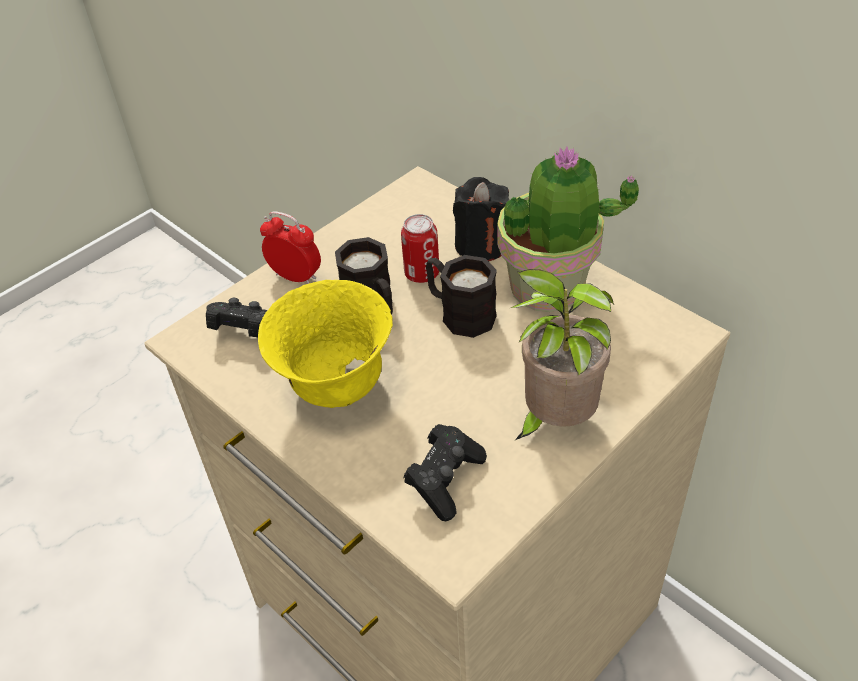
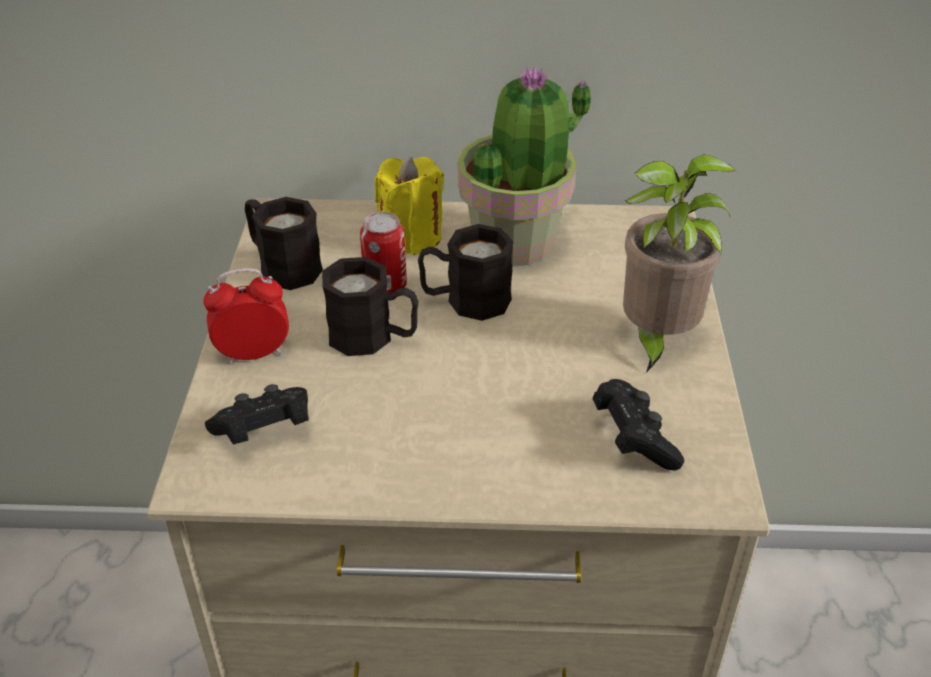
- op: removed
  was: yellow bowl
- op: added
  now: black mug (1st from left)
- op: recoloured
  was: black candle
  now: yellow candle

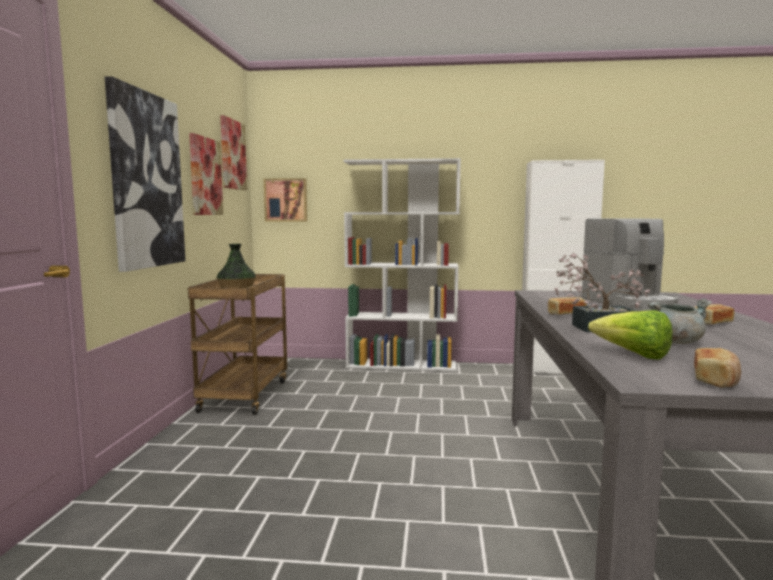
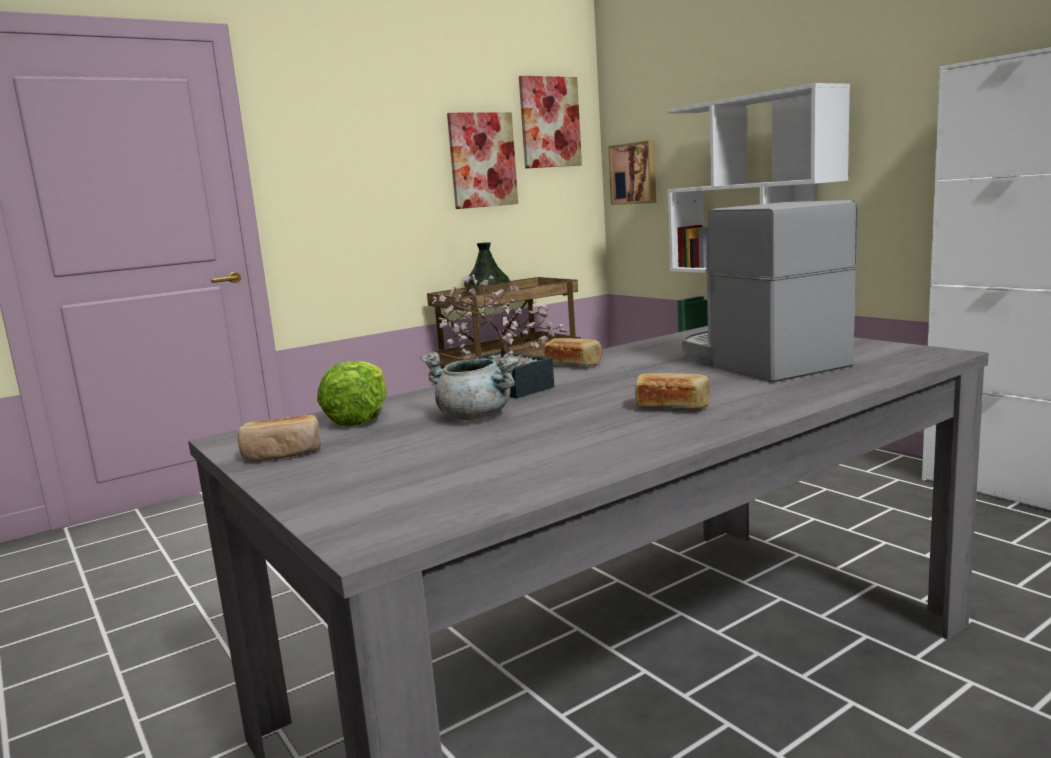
- op: removed
  was: picture (1st from left)
- op: turned
  was: coffee machine
  clockwise: 120

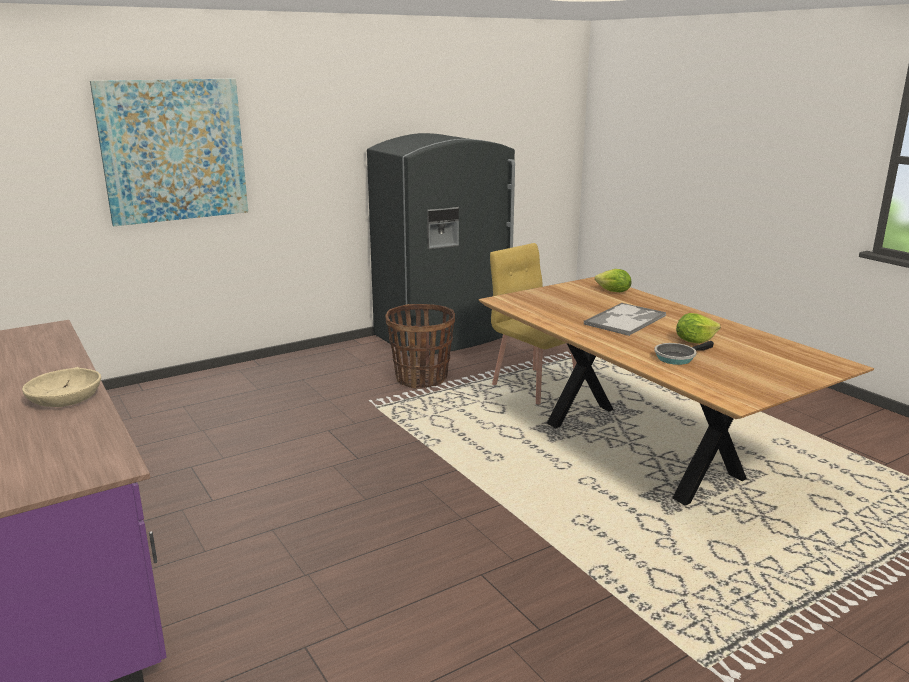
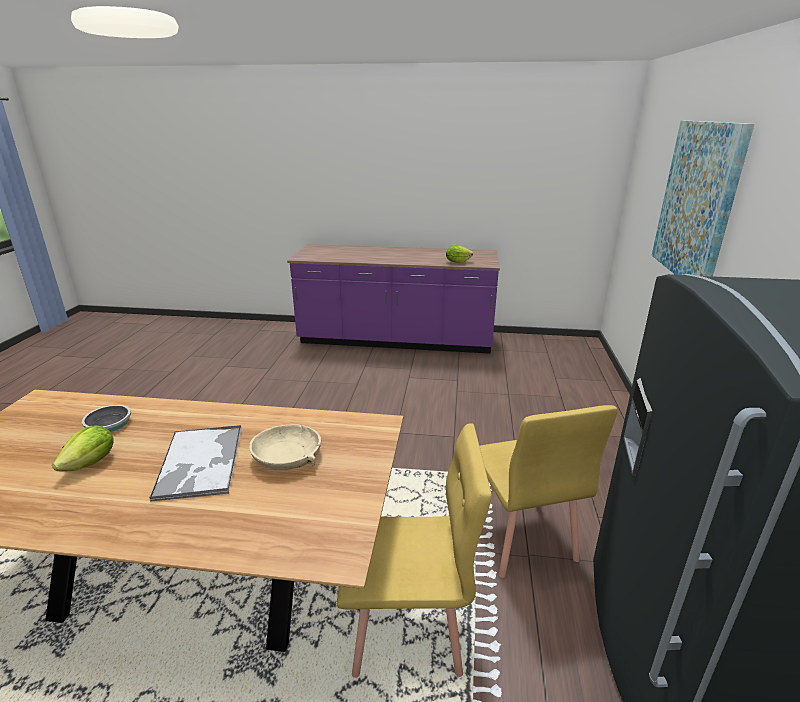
- op: moved
  was: beige bowl
- op: moved
  was: lettuce (1st from left in the first image)
  now: lettuce (2nd from left)
- op: replaced
  was: basket
  now: yellow chair (2nd from left)

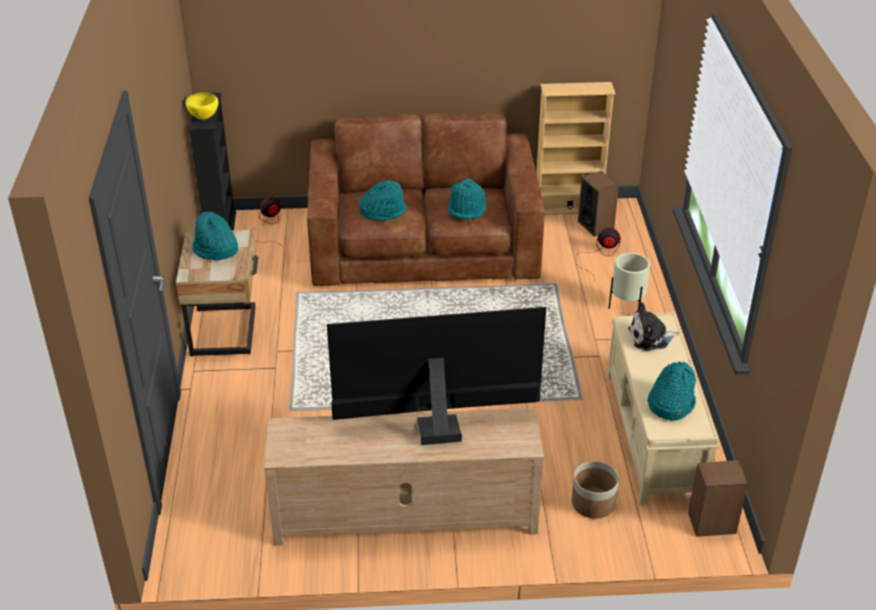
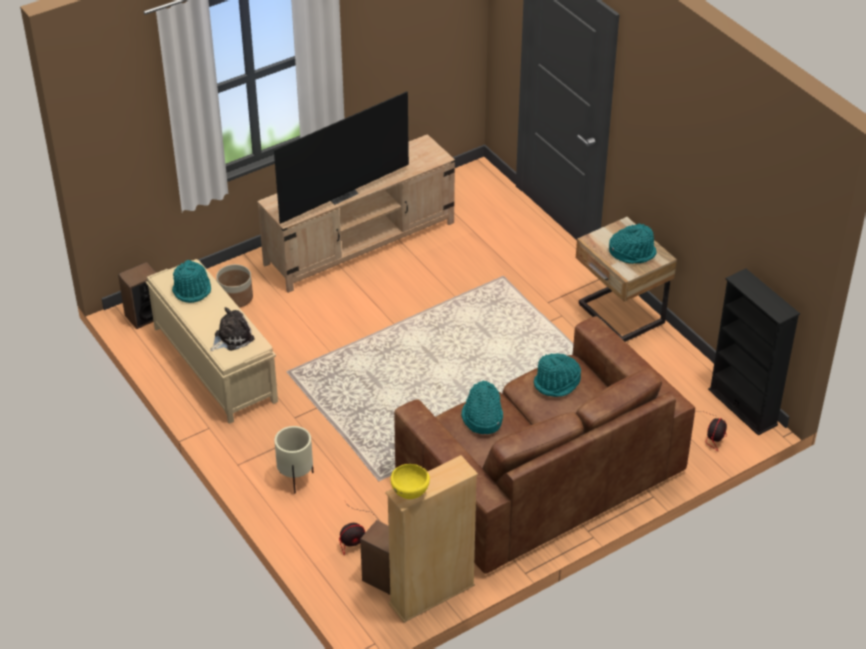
- op: moved
  was: yellow bowl

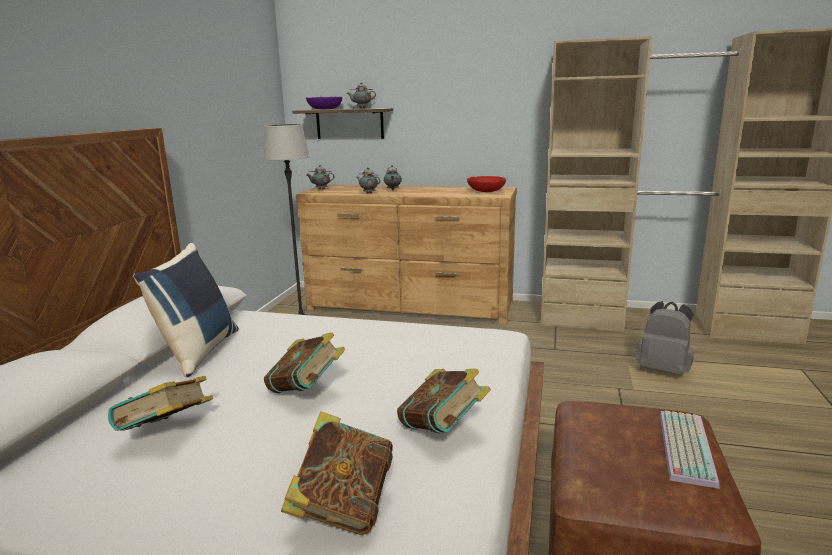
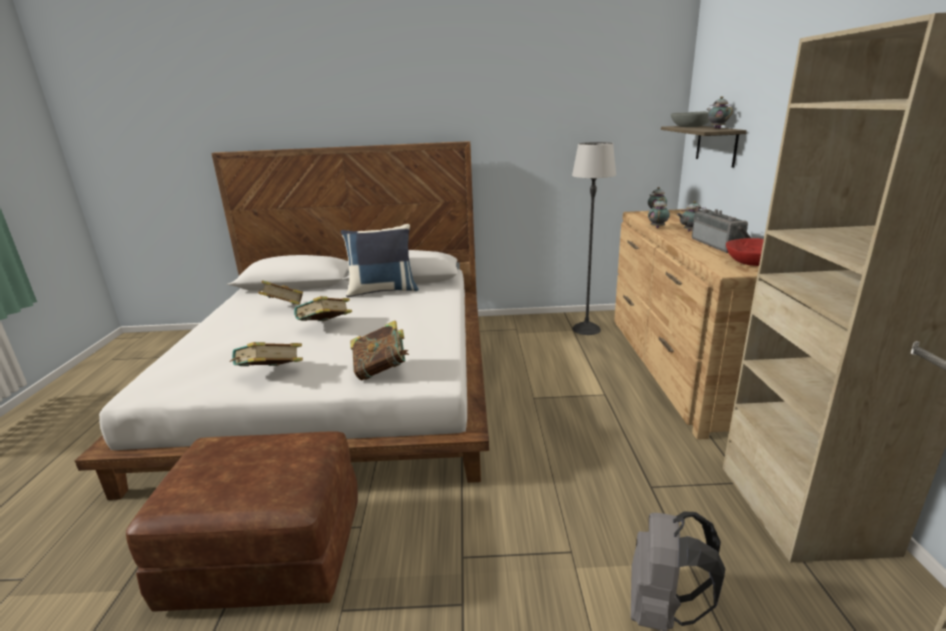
- op: removed
  was: keyboard
- op: added
  now: radio
- op: moved
  was: book (3rd from left in the first image)
  now: book (4th from left)
- op: recoloured
  was: purple bowl
  now: grey bowl

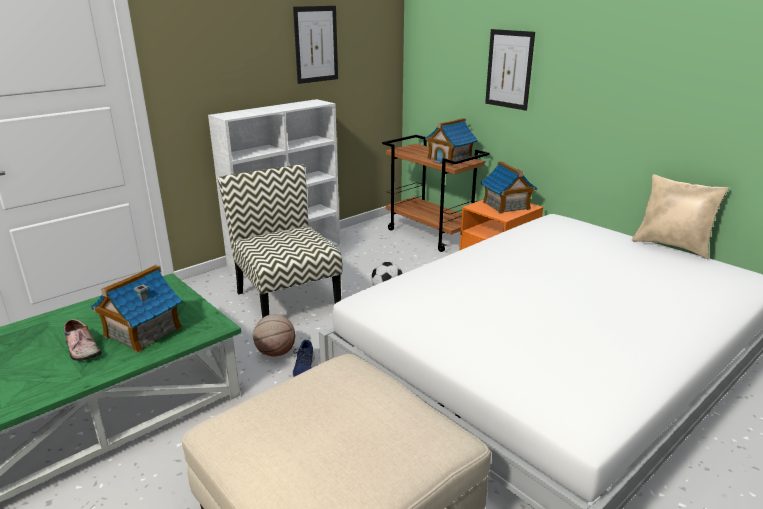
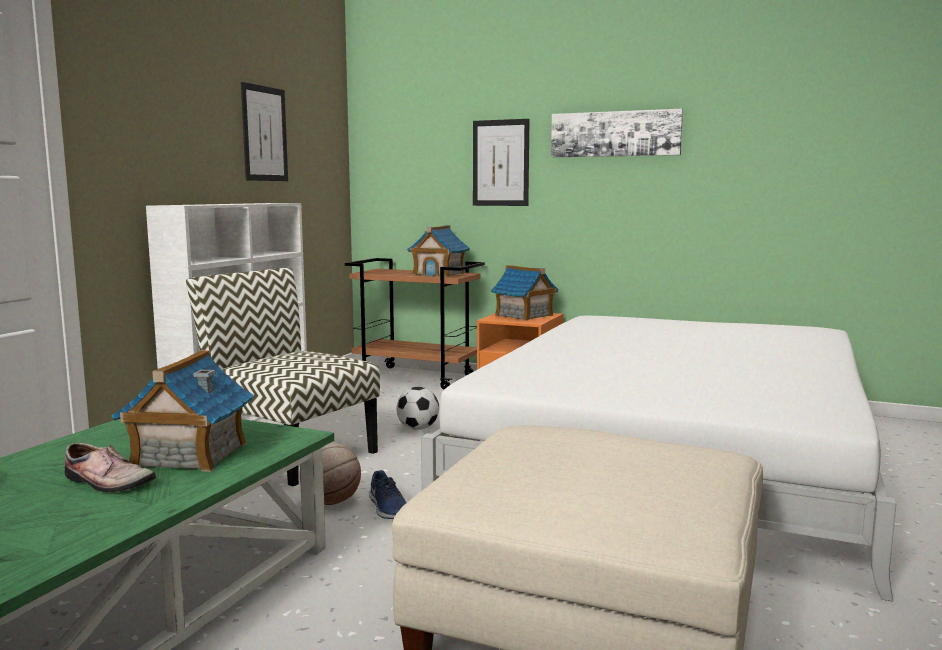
- op: removed
  was: beige pillow
- op: added
  now: picture (3rd from left)

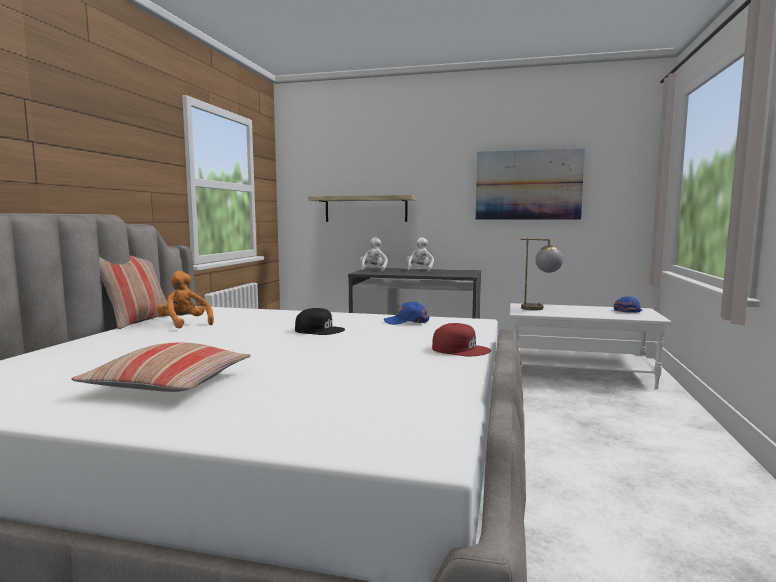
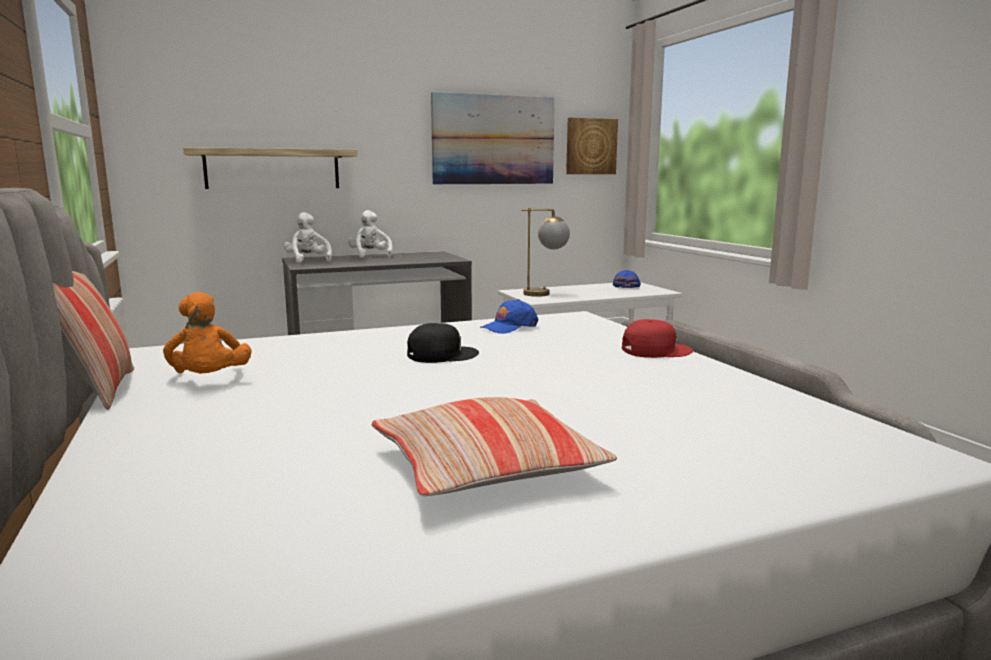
- op: added
  now: picture (2nd from left)
- op: turned
  was: orange plush toy
  clockwise: -120

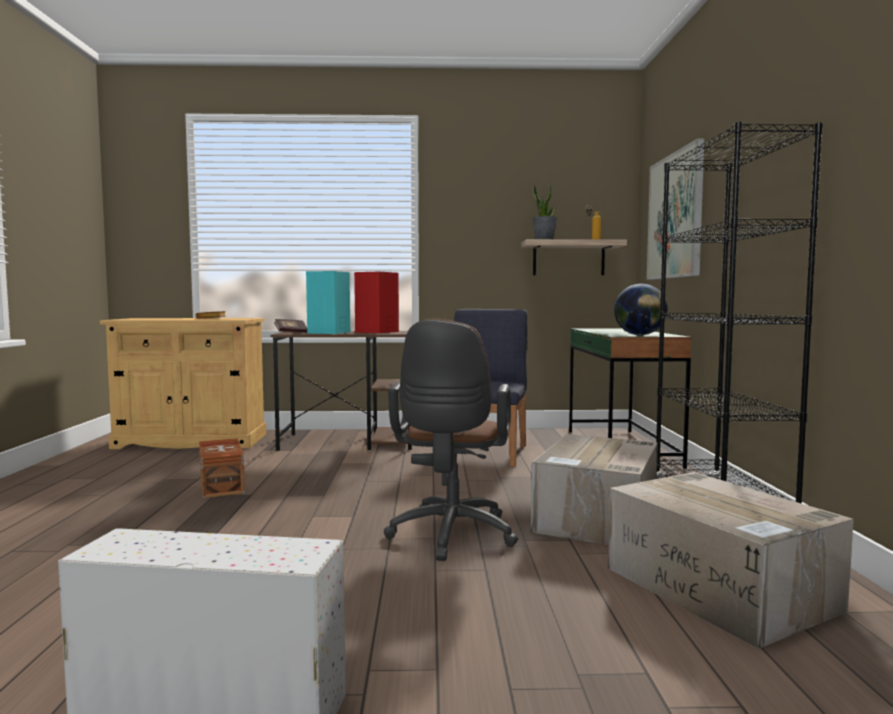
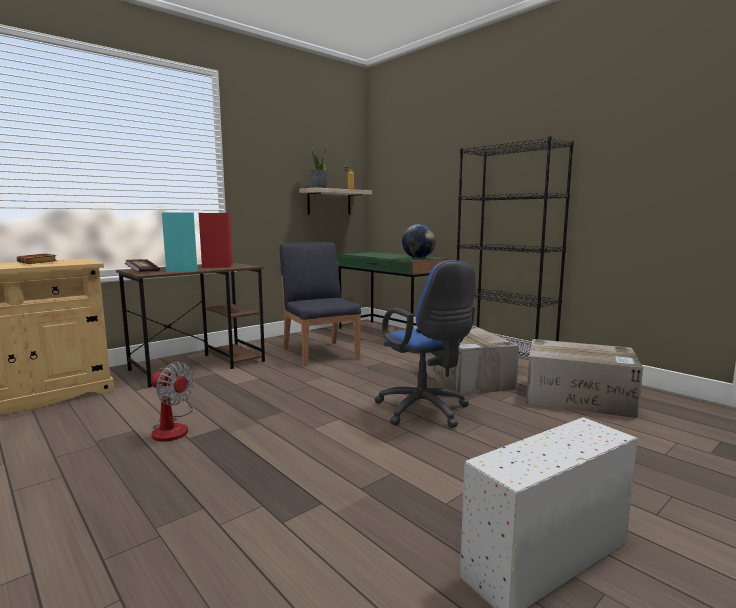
- op: removed
  was: picture
- op: replaced
  was: brown storage box
  now: fan
- op: recoloured
  was: brown office chair
  now: blue office chair

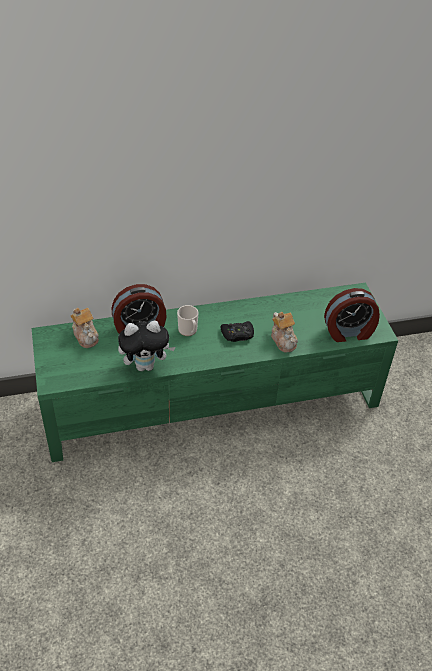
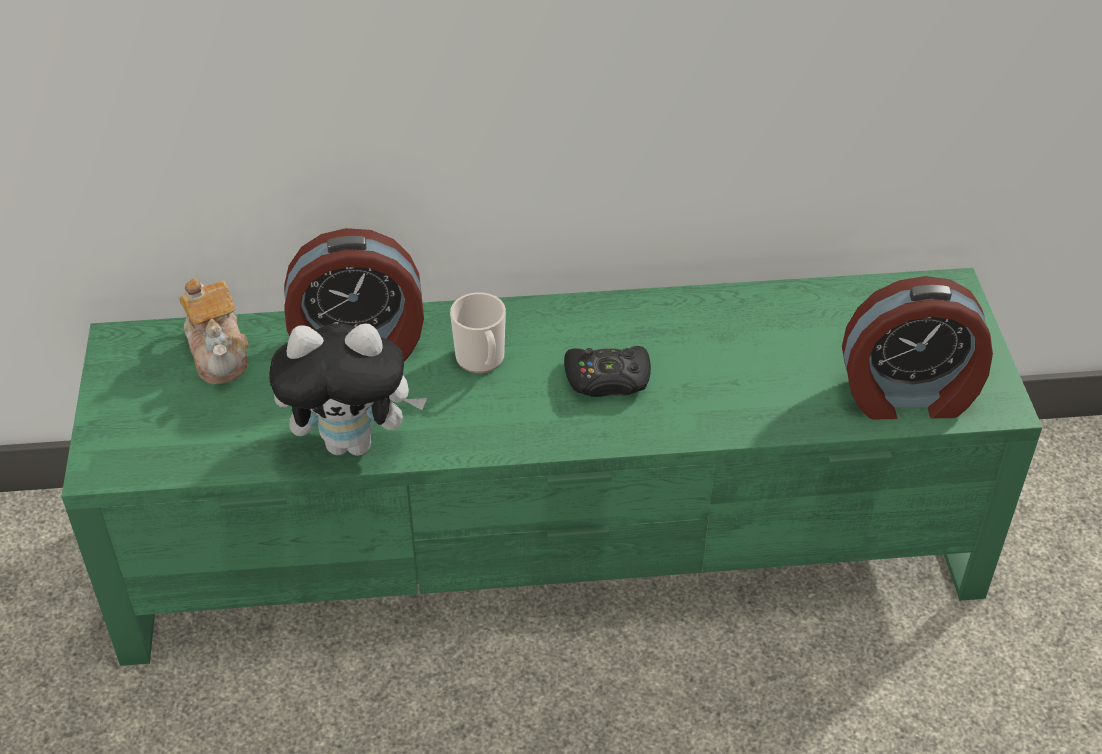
- op: removed
  was: teapot (2nd from left)

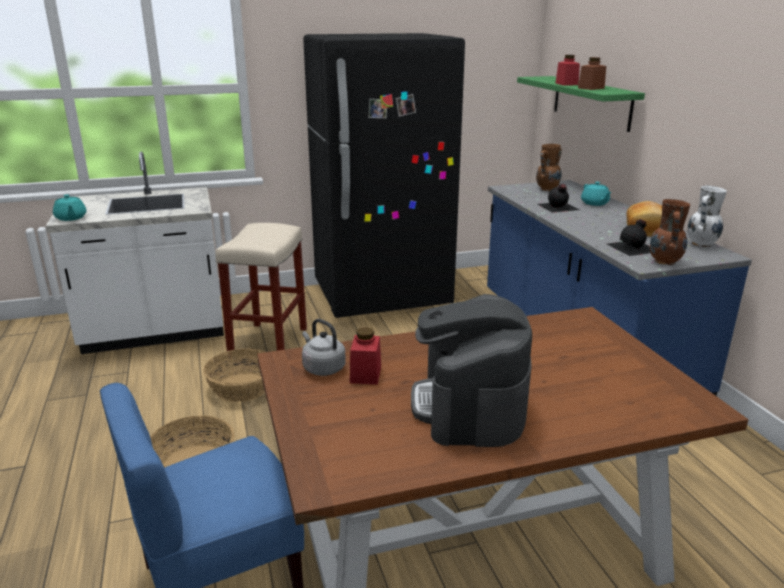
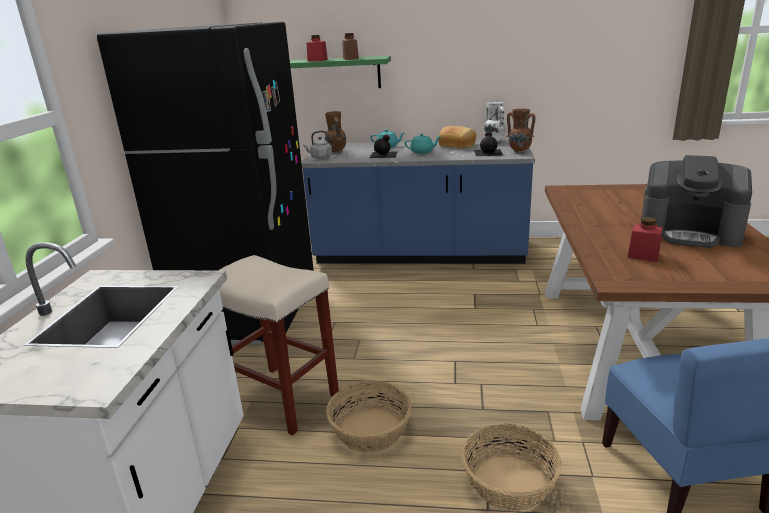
- op: moved
  was: turquoise teapot (1st from left in the first image)
  now: turquoise teapot (2nd from left)
- op: moved
  was: grey kettle

